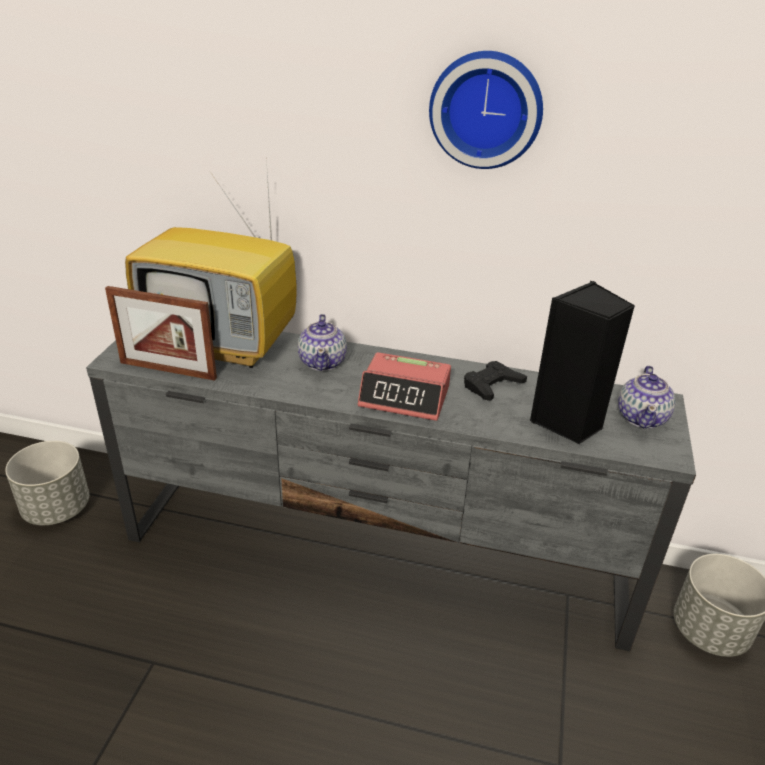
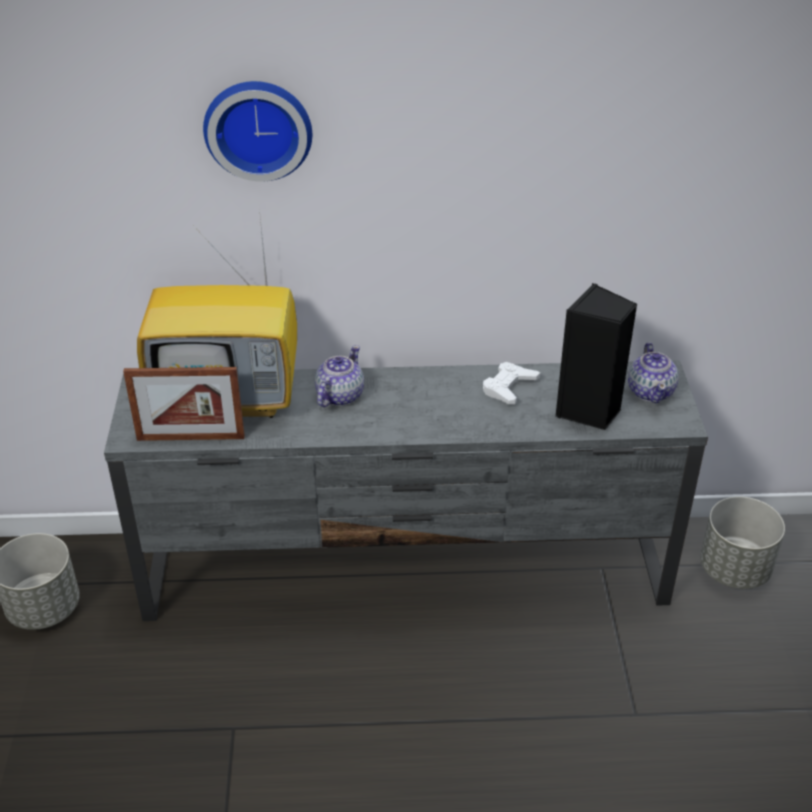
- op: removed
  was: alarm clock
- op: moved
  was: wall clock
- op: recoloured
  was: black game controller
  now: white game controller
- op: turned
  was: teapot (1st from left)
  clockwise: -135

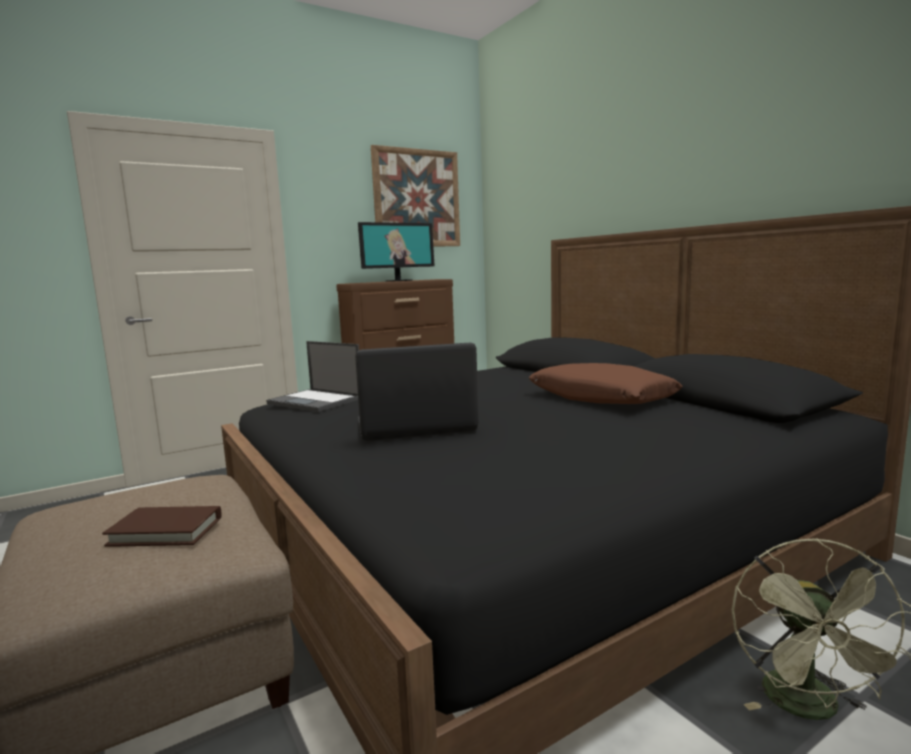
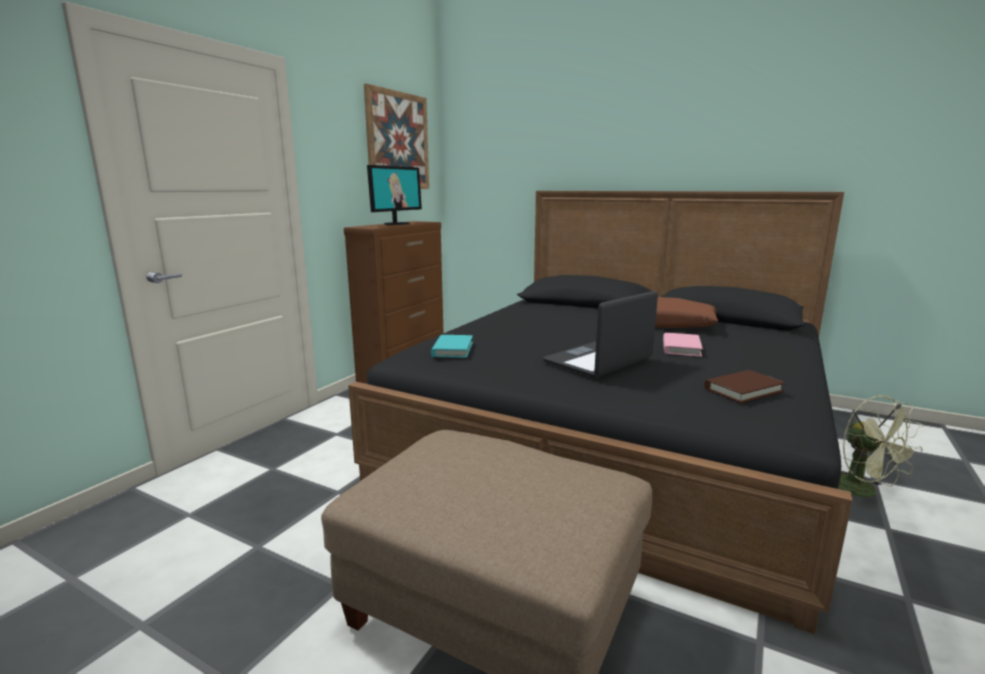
- op: added
  now: pink book
- op: moved
  was: brown book
- op: replaced
  was: laptop (1st from left)
  now: turquoise book

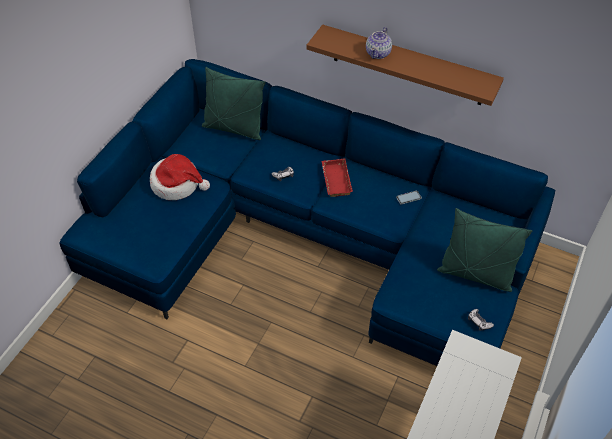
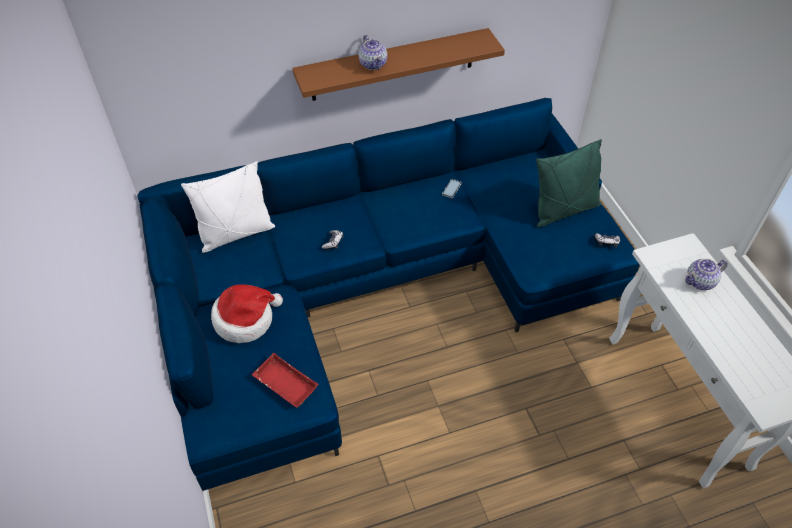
- op: added
  now: teapot (2nd from left)
- op: moved
  was: red tray
- op: recoloured
  was: green pillow (1st from left)
  now: white pillow

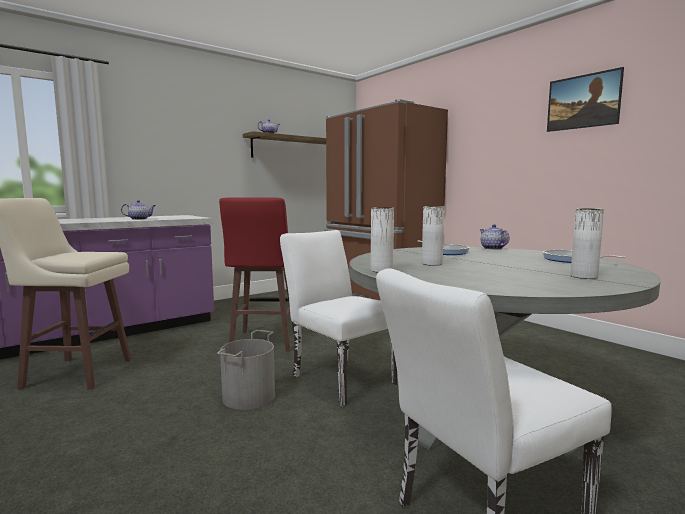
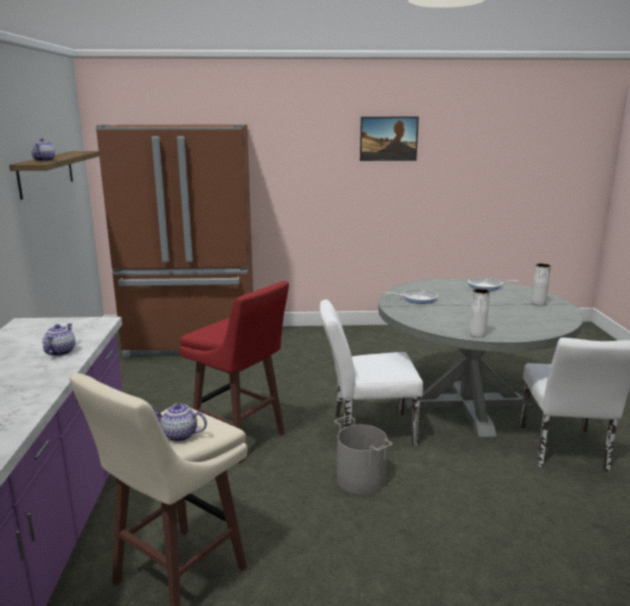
- op: removed
  was: white vase (2nd from left)
- op: moved
  was: teapot (3rd from left)

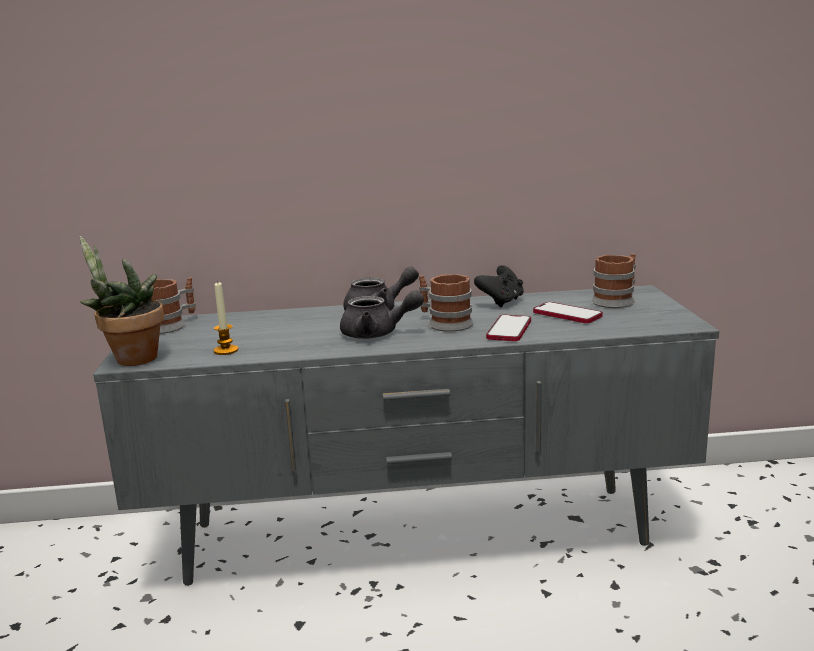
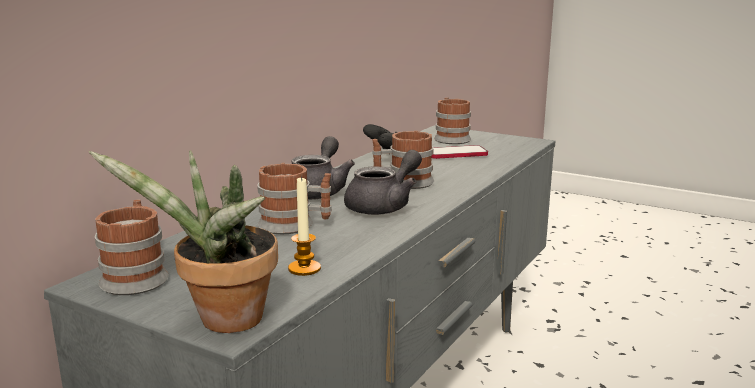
- op: removed
  was: phone (1st from left)
- op: added
  now: mug (2nd from left)

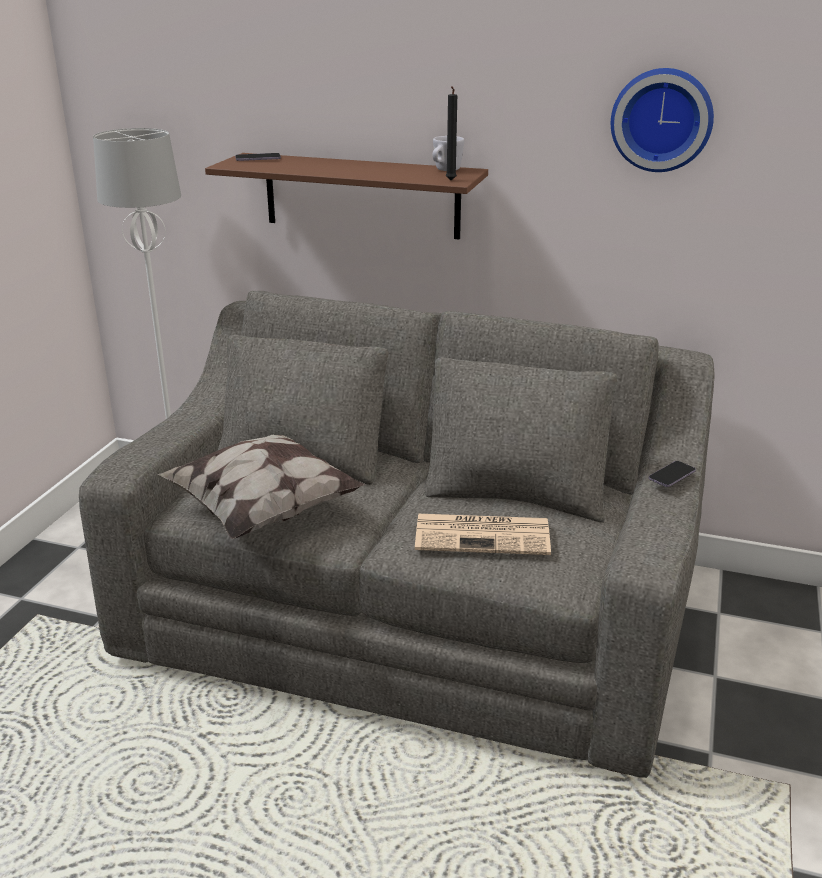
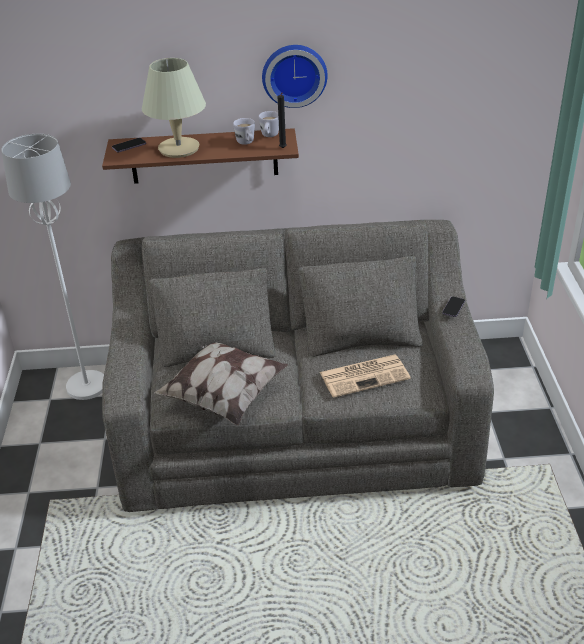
- op: added
  now: beige table lamp
- op: added
  now: white mug (1st from left)
- op: moved
  was: wall clock

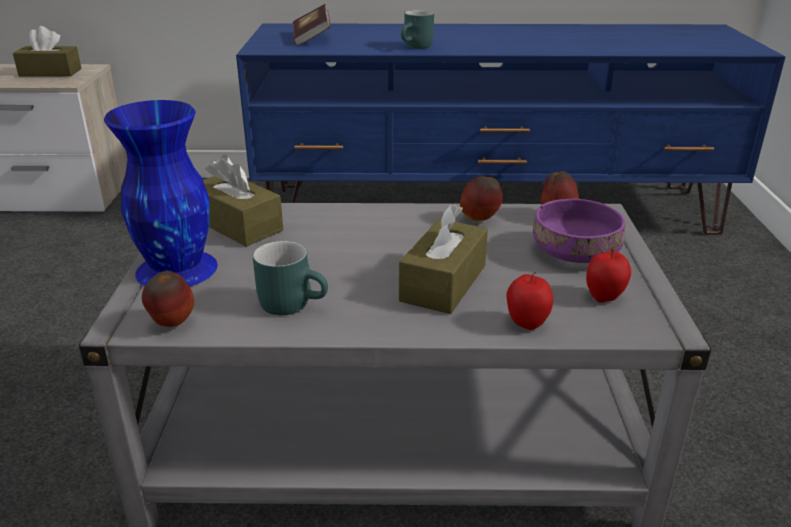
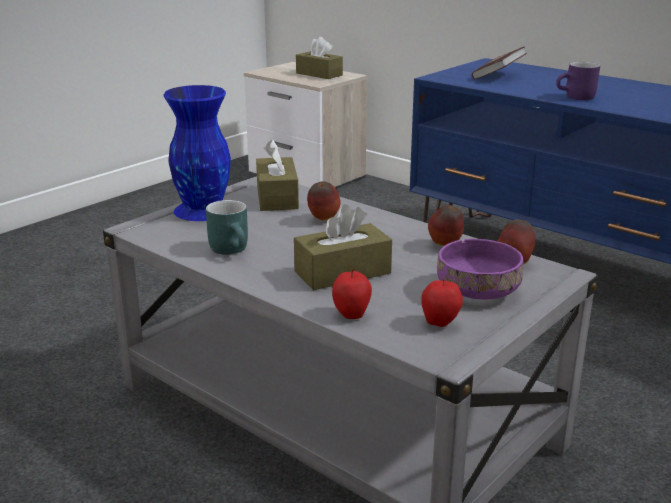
- op: moved
  was: apple (1st from left)
- op: recoloured
  was: turquoise mug (2nd from left)
  now: purple mug

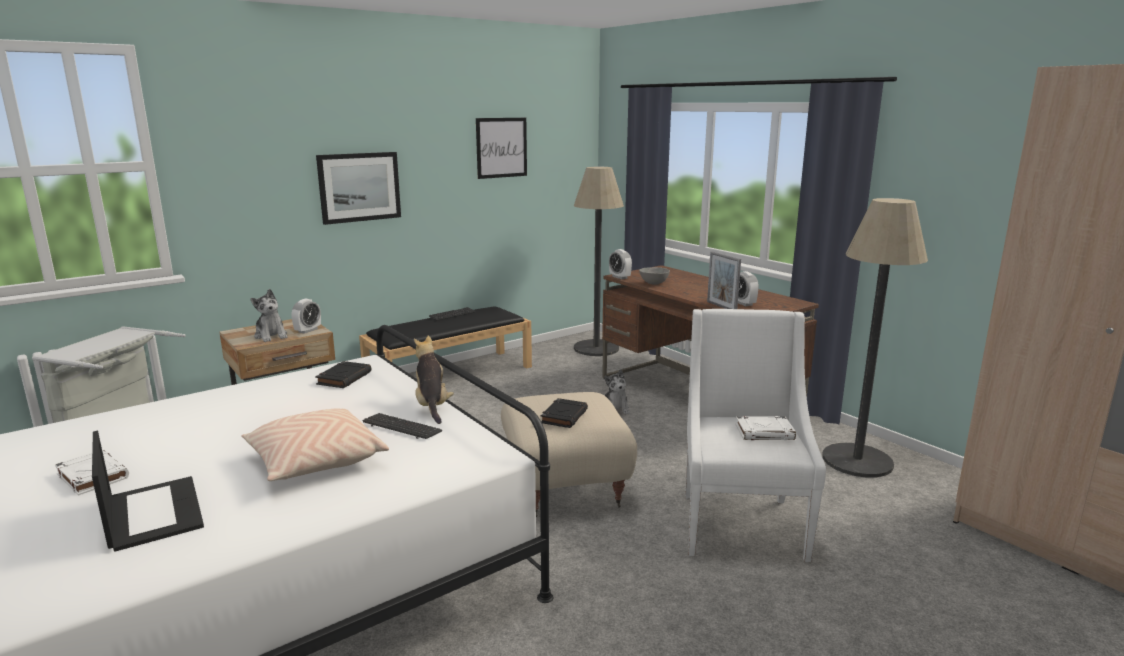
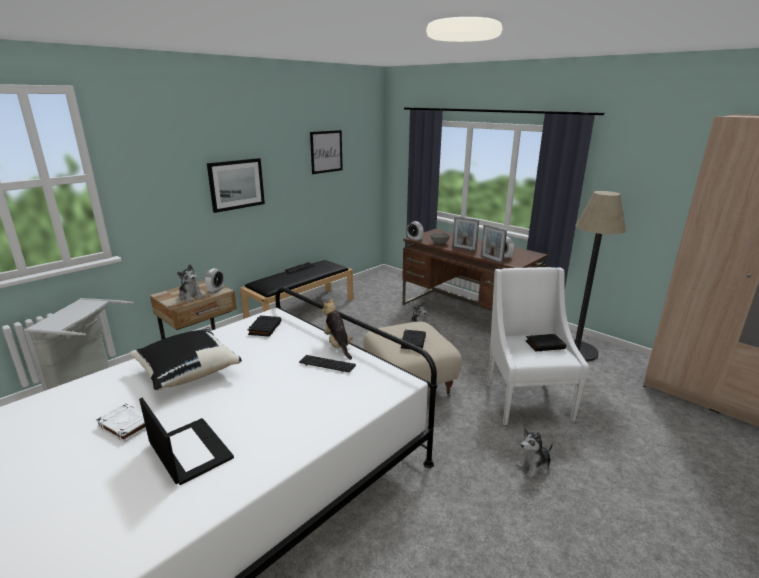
- op: removed
  was: beige pillow
- op: removed
  was: floor lamp (1st from left)
- op: added
  now: black pillow
- op: added
  now: picture frame (1st from left)
- op: added
  now: plush toy (4th from left)
- op: recoloured
  was: white book (2nd from left)
  now: black book (3rd from left)

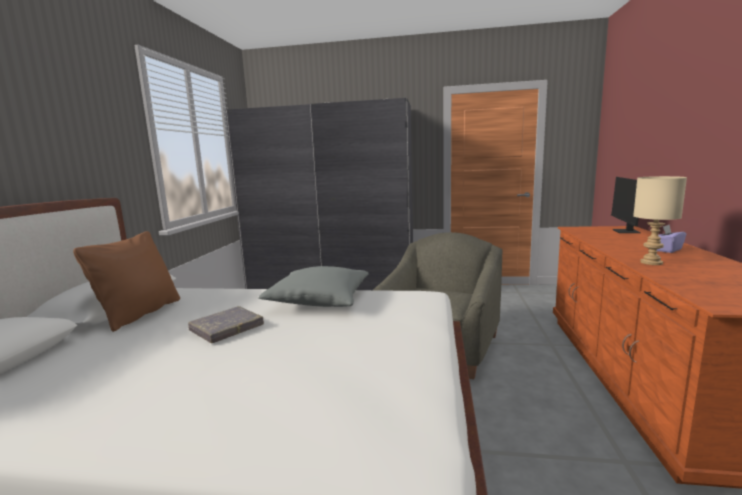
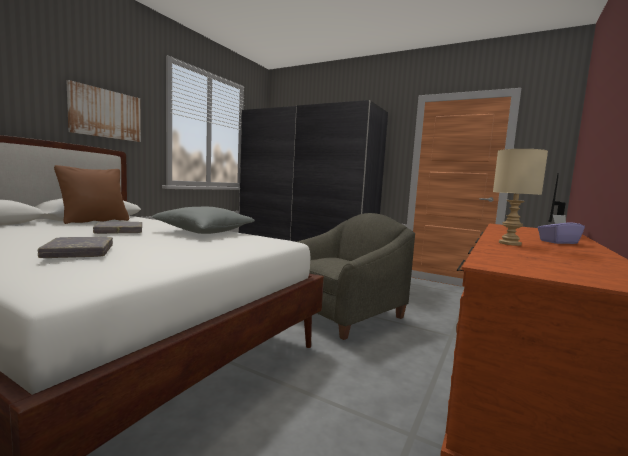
- op: added
  now: grey book (1st from left)
- op: added
  now: picture

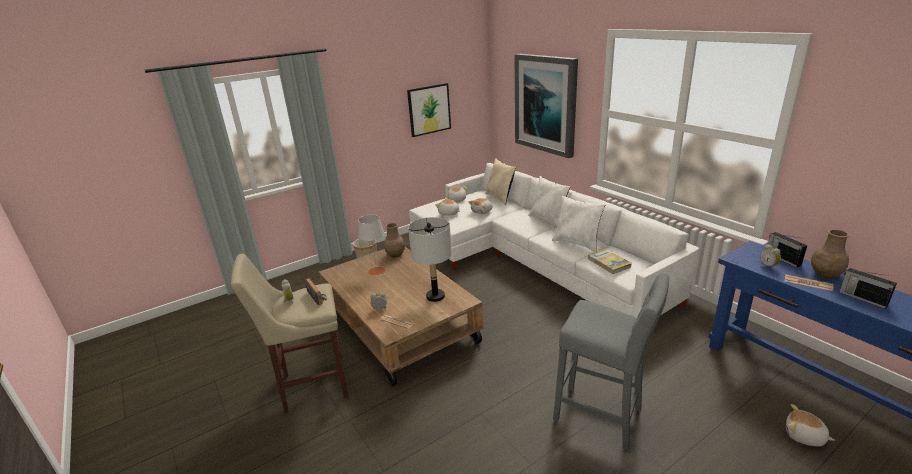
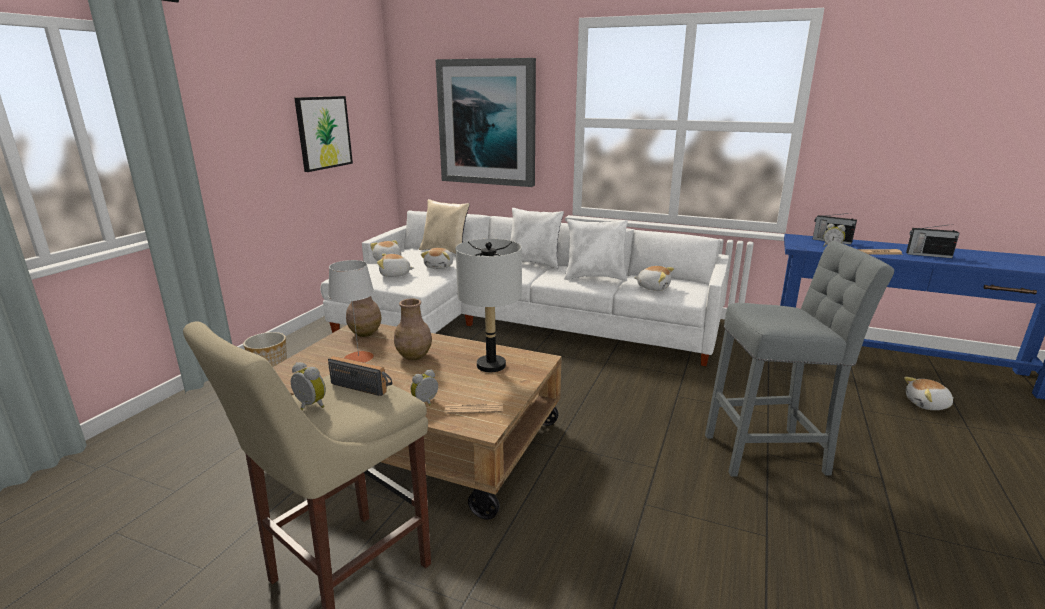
- op: moved
  was: brown vase (2nd from left)
- op: replaced
  was: book
  now: plush toy (4th from left)

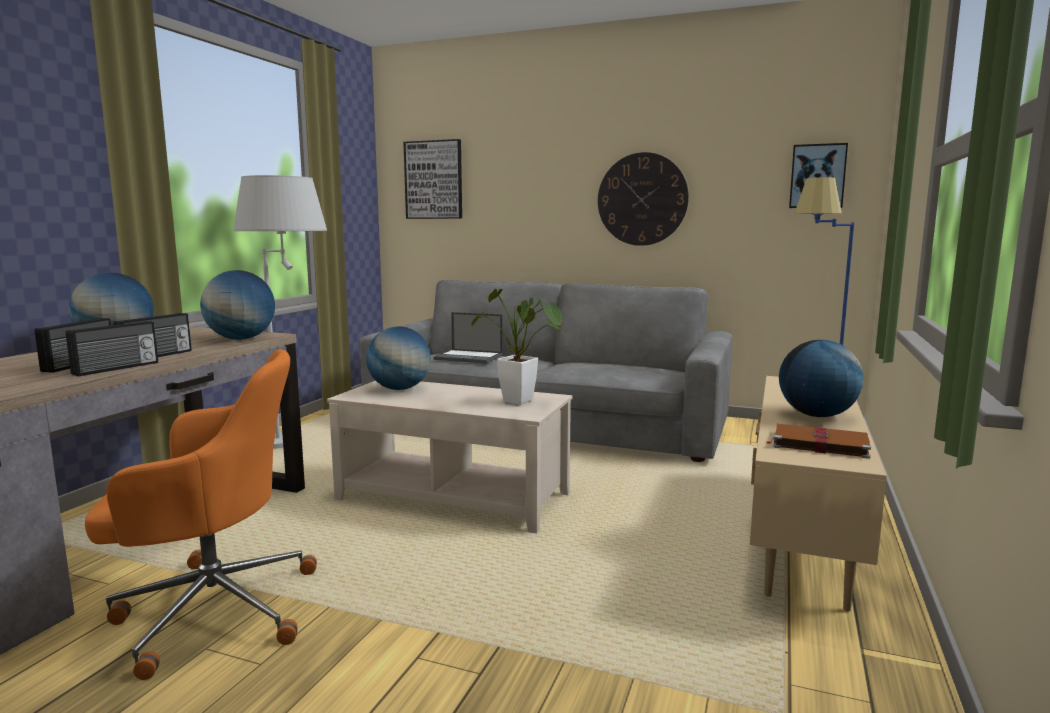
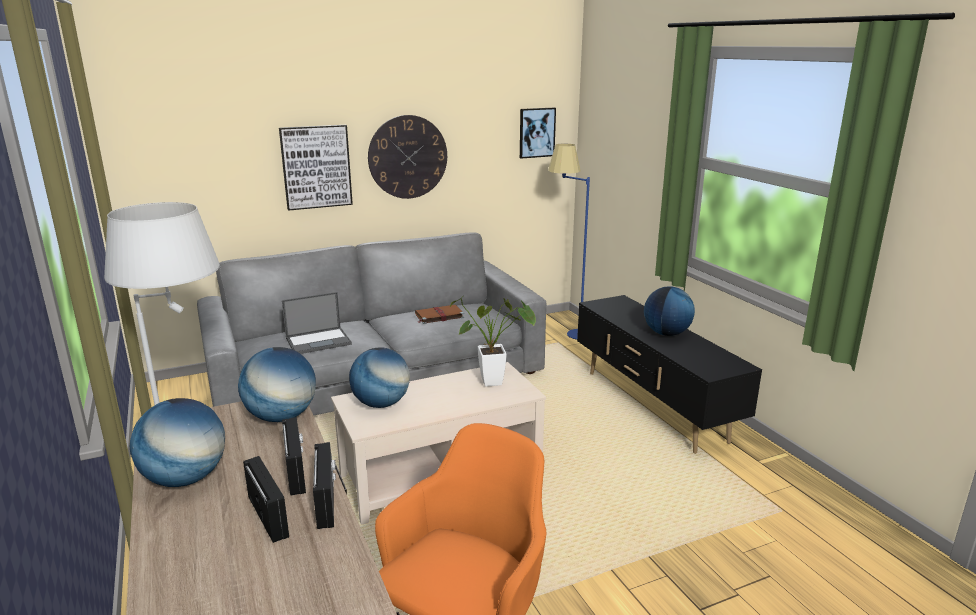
- op: moved
  was: picture (1st from left)
- op: moved
  was: brown book
- op: recoloured
  was: beige tv stand
  now: black tv stand

